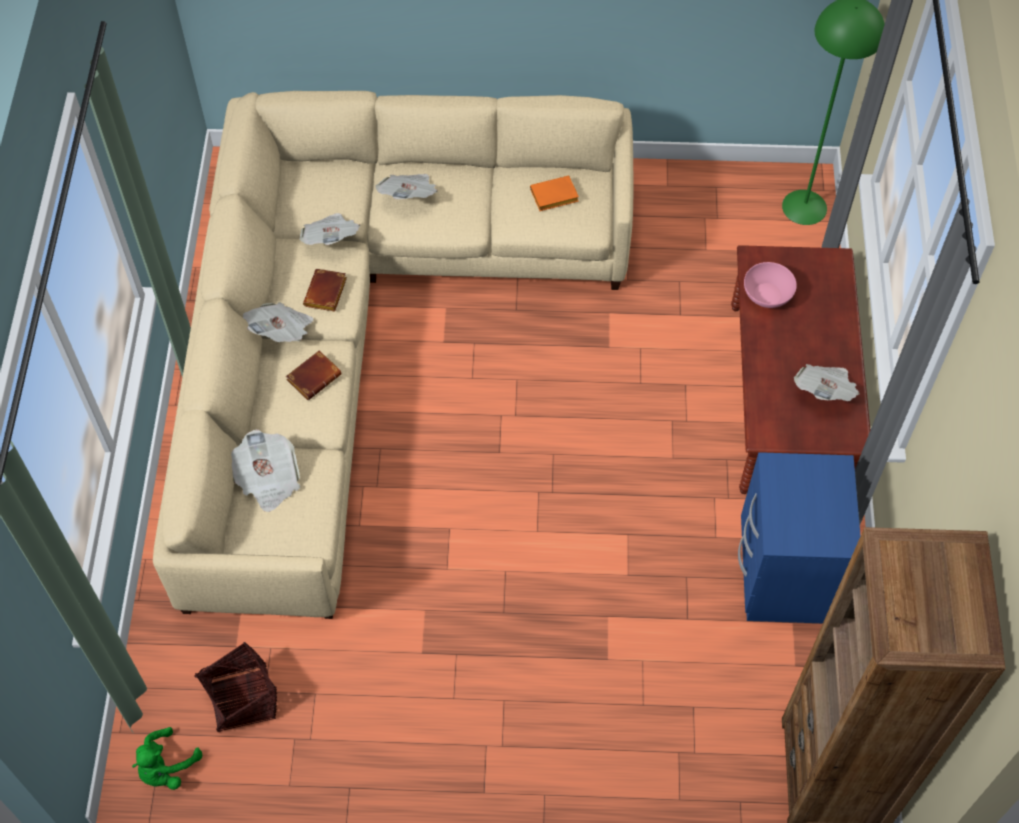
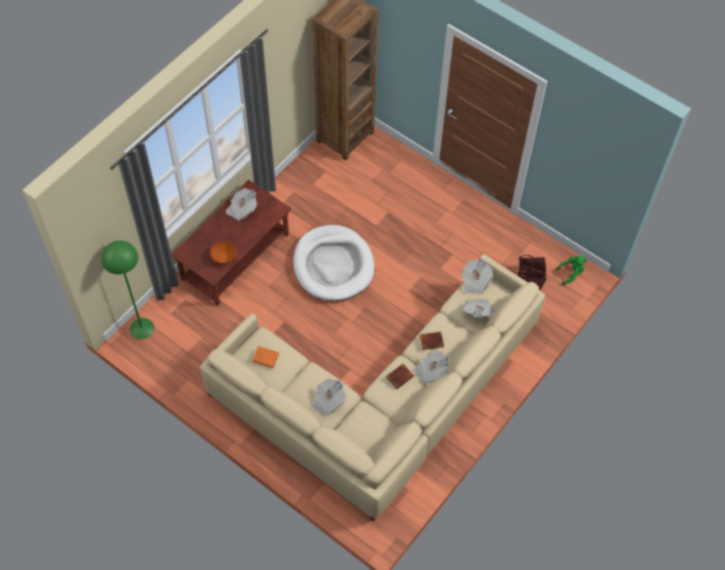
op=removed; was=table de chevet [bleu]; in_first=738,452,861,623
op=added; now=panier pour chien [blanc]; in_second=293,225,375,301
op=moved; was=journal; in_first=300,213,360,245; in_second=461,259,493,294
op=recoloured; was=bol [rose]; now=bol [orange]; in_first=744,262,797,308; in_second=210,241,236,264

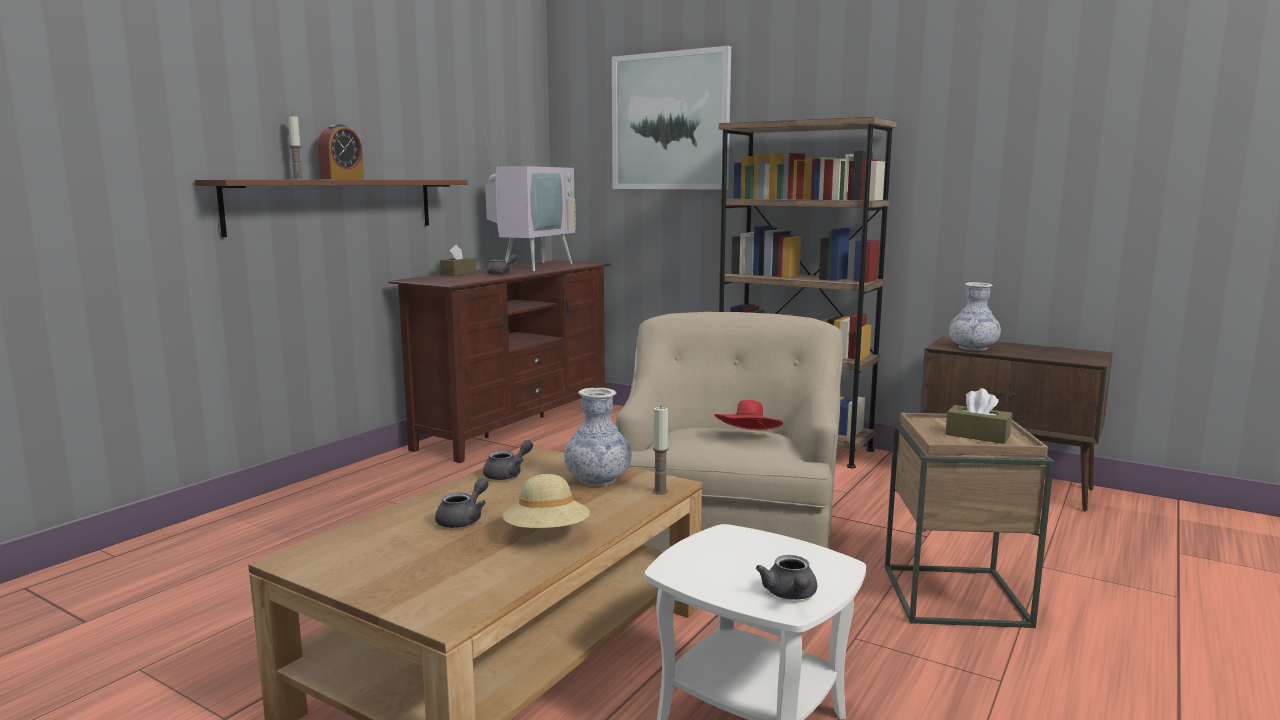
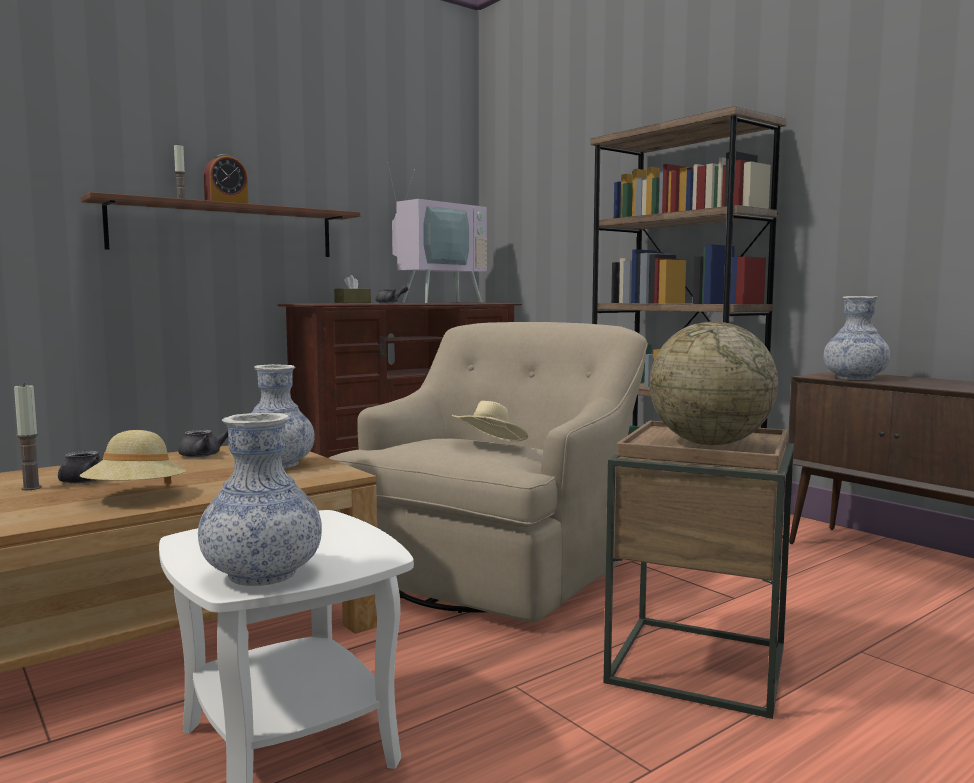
op=removed; was=tableau; in_first=612,46,731,190
op=moved; was=bougie; in_first=653,407,669,495; in_second=14,383,42,490
op=replaced; was=théière [gris]; now=vase; in_first=756,555,817,600; in_second=198,413,322,586
op=replaced; was=boîte à mouchoirs [marron]; now=globe; in_first=946,388,1012,444; in_second=649,321,778,445
op=recoloured; was=chapeau [rouge]; now=chapeau [beige]; in_first=715,400,783,430; in_second=452,401,528,442

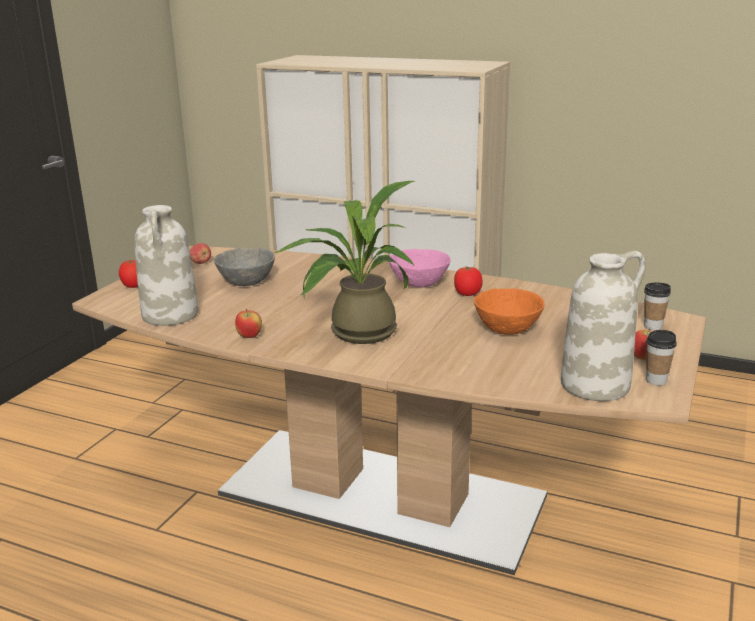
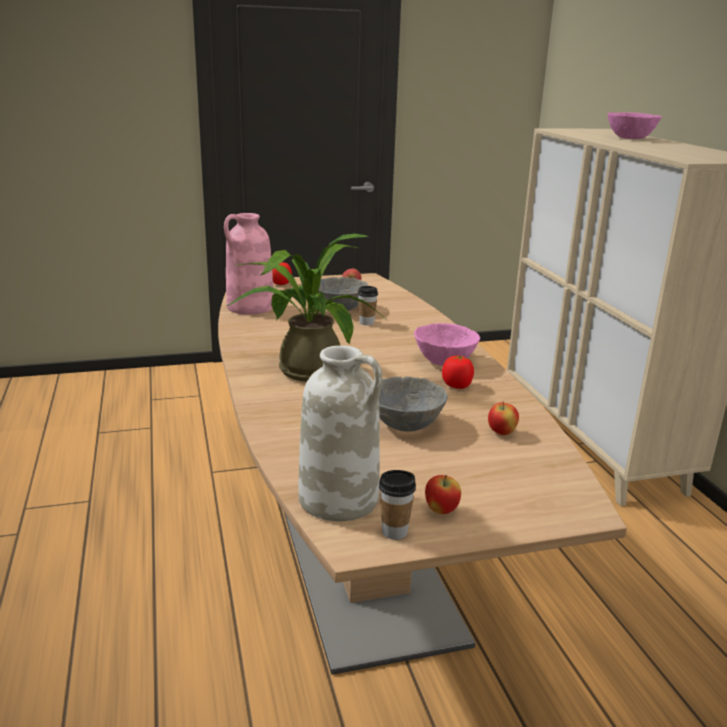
op=added; now=bol [rose]; in_second=607,112,662,139
op=moved; was=pomme; in_first=235,309,262,338; in_second=488,401,519,435
op=moved; was=tasse; in_first=644,283,671,330; in_second=357,286,378,325
op=recoloured; was=vase [blanc]; now=vase [rose]; in_first=134,205,198,326; in_second=224,213,274,315
op=recoloured; was=bol [orange]; now=bol [gris]; in_first=474,288,545,335; in_second=379,376,447,432

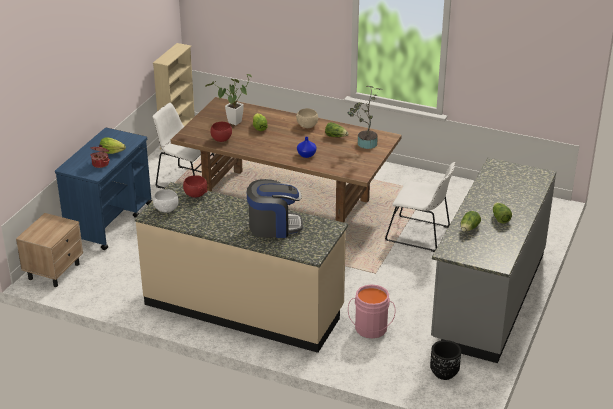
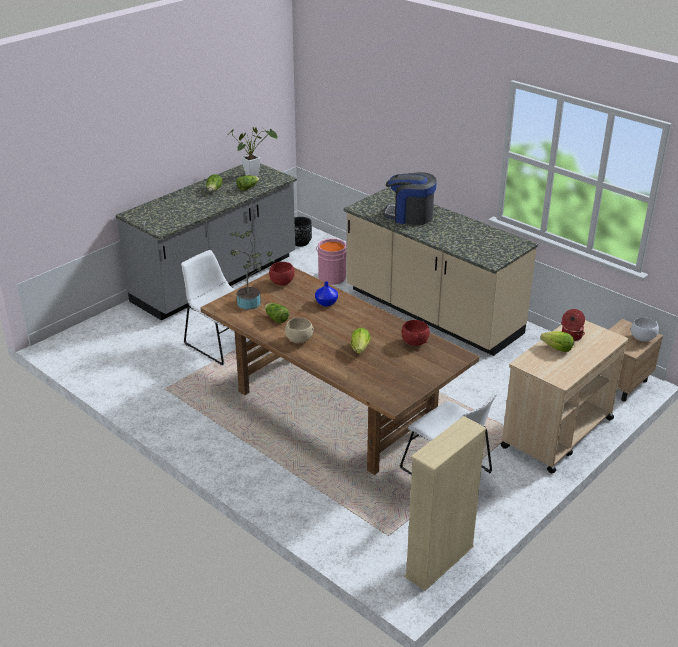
op=moved; was=bol [blanc]; in_first=153,189,178,212; in_second=631,317,659,342
op=moved; was=bol [rouge]; in_first=183,175,207,198; in_second=269,262,295,286
op=moved; was=plante en pot; in_first=205,74,252,125; in_second=227,127,277,176
op=recoloured; was=chariot [bleu]; now=chariot [beige]; in_first=55,128,152,250; in_second=501,320,628,473

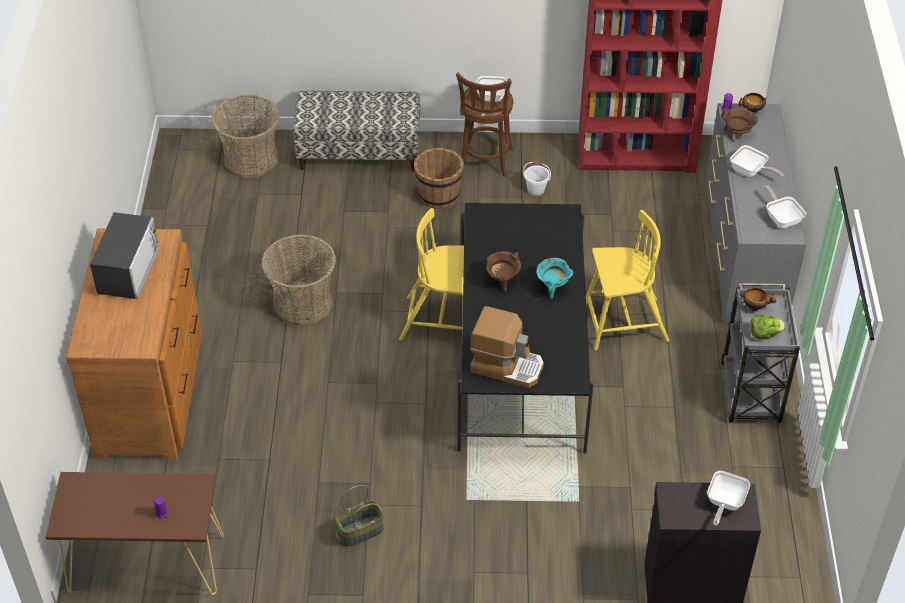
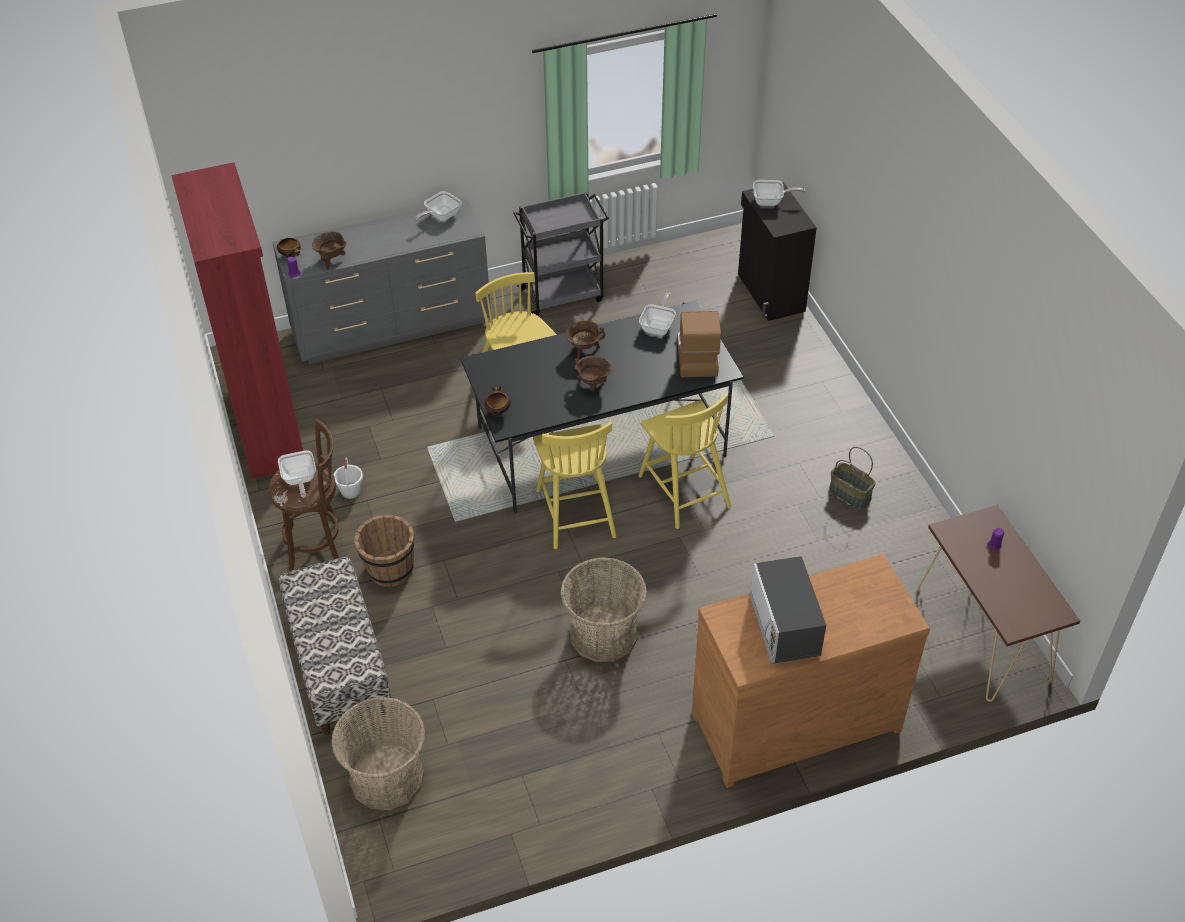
op=removed; was=laitue; in_first=750,315,785,339
op=added; now=chaise [jaune]; in_second=638,394,731,529
op=moved; was=poêle; in_first=730,145,783,177; in_second=639,292,676,336
op=moved; was=bol; in_first=741,288,776,311; in_second=485,386,511,417
op=recoloured; was=marmite [turquoise]; now=marmite [marron]; in_first=536,258,573,299; in_second=565,320,605,359
op=turned; was=micro-ondes; in_first=90,212,160,299; in_second=749,556,826,663; clockwise=-90

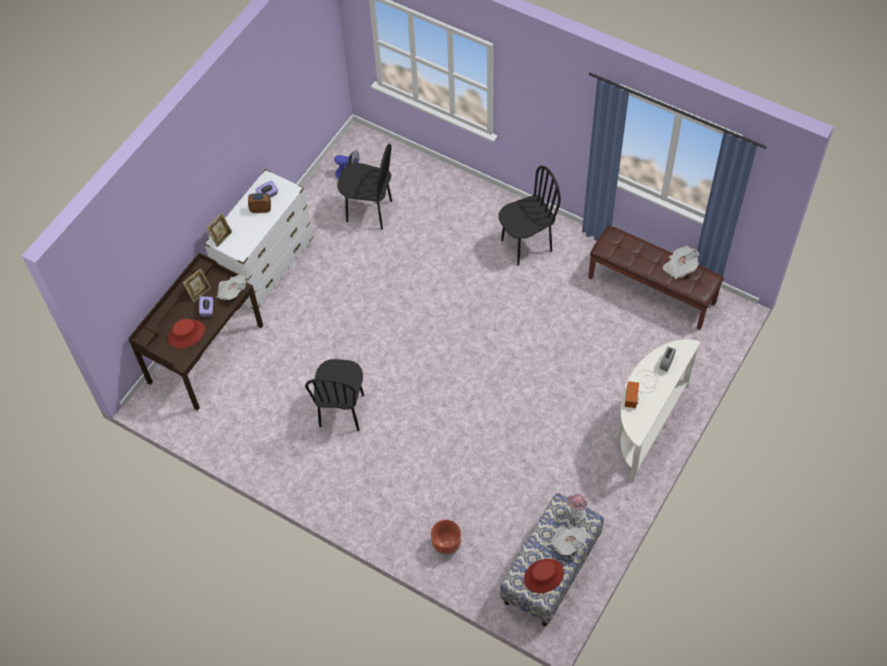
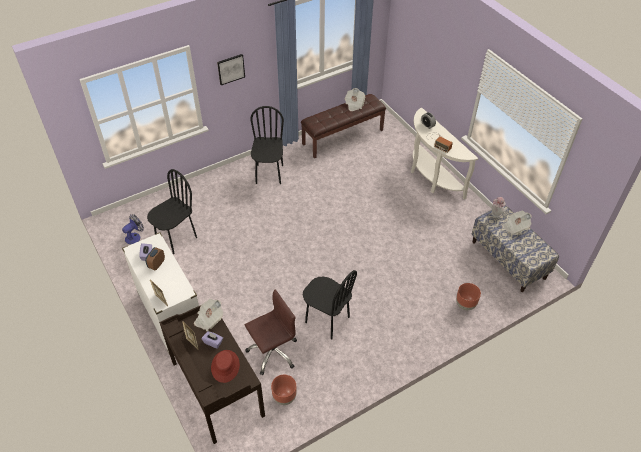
op=removed; was=chapeau [rouge]; in_first=524,559,564,593
op=added; now=tableau; in_second=217,54,245,85
op=added; now=chaise de bureau [marron]; in_second=245,289,297,375
op=added; now=cache-pot [marron]; in_second=271,375,296,405

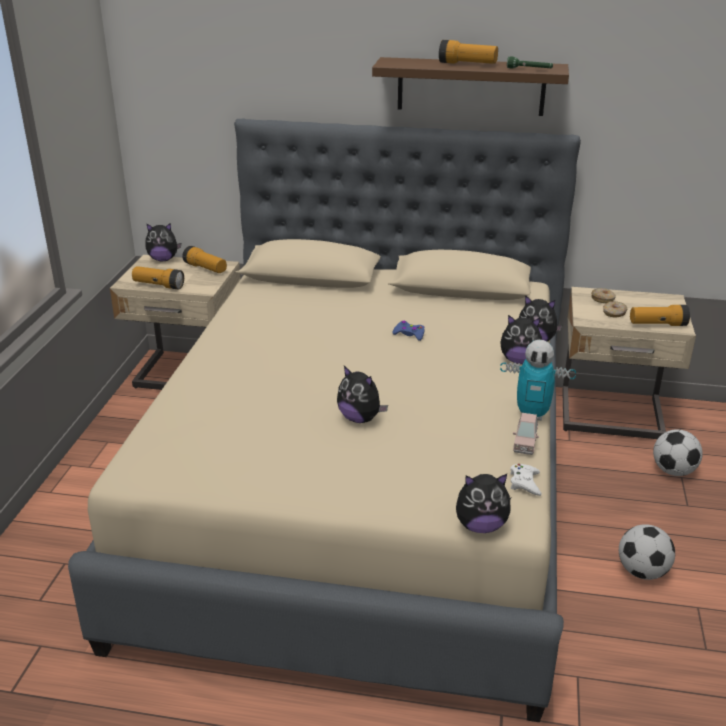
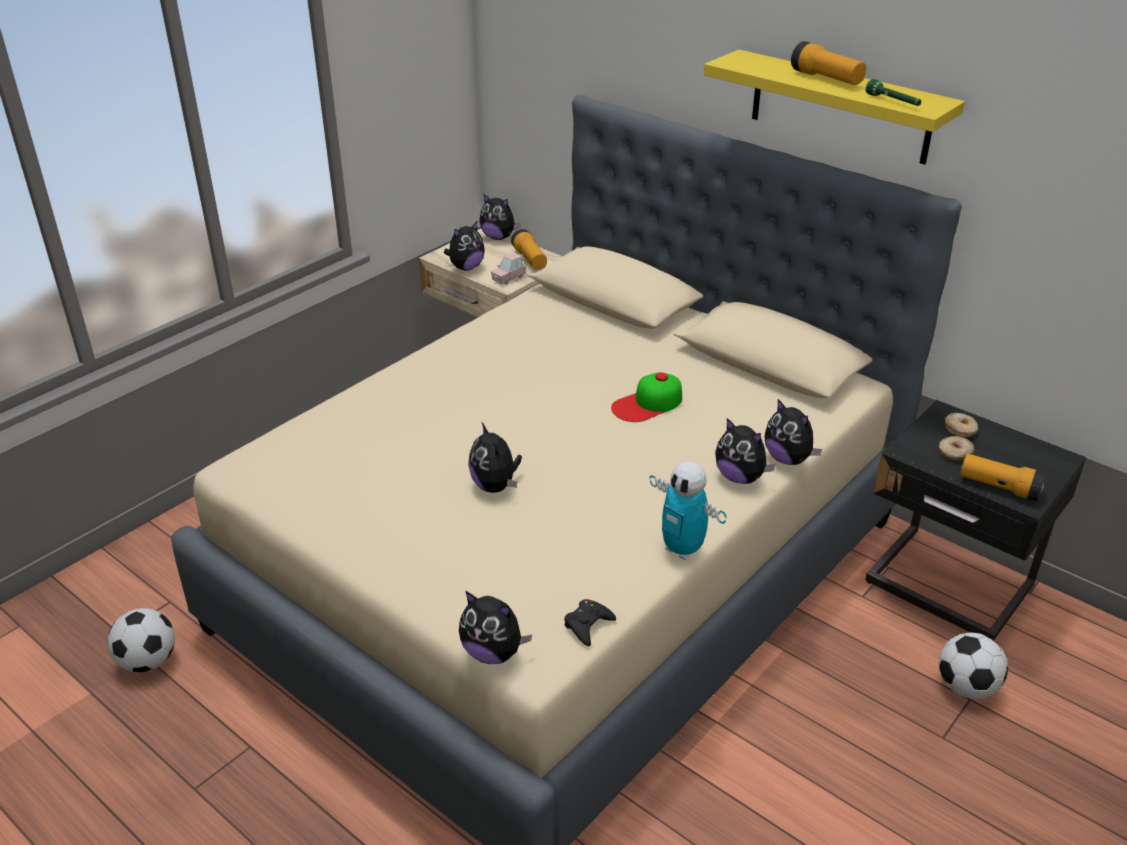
op=moved; was=petite voiture [rose]; in_first=513,413,539,455; in_second=491,253,526,285
op=moved; was=ballon de foot; in_first=619,524,675,580; in_second=108,608,175,672
op=replaced; was=lampe de poche; now=peluche; in_first=132,266,184,290; in_second=444,221,485,271
op=replaced; was=manette [bleu]; now=casquette; in_first=392,321,425,341; in_second=611,372,682,422
op=recoloured; was=étagère [marron]; now=étagère [jaune]; in_first=372,57,569,116; in_second=704,49,965,165
op=recoloured; was=manette [blanc]; now=manette [noir]; in_first=510,464,542,496; in_second=564,599,616,646
op=recoloured; was=table de chevet [beige]; now=table de chevet [noir]; in_first=562,287,696,439; in_second=865,400,1086,640

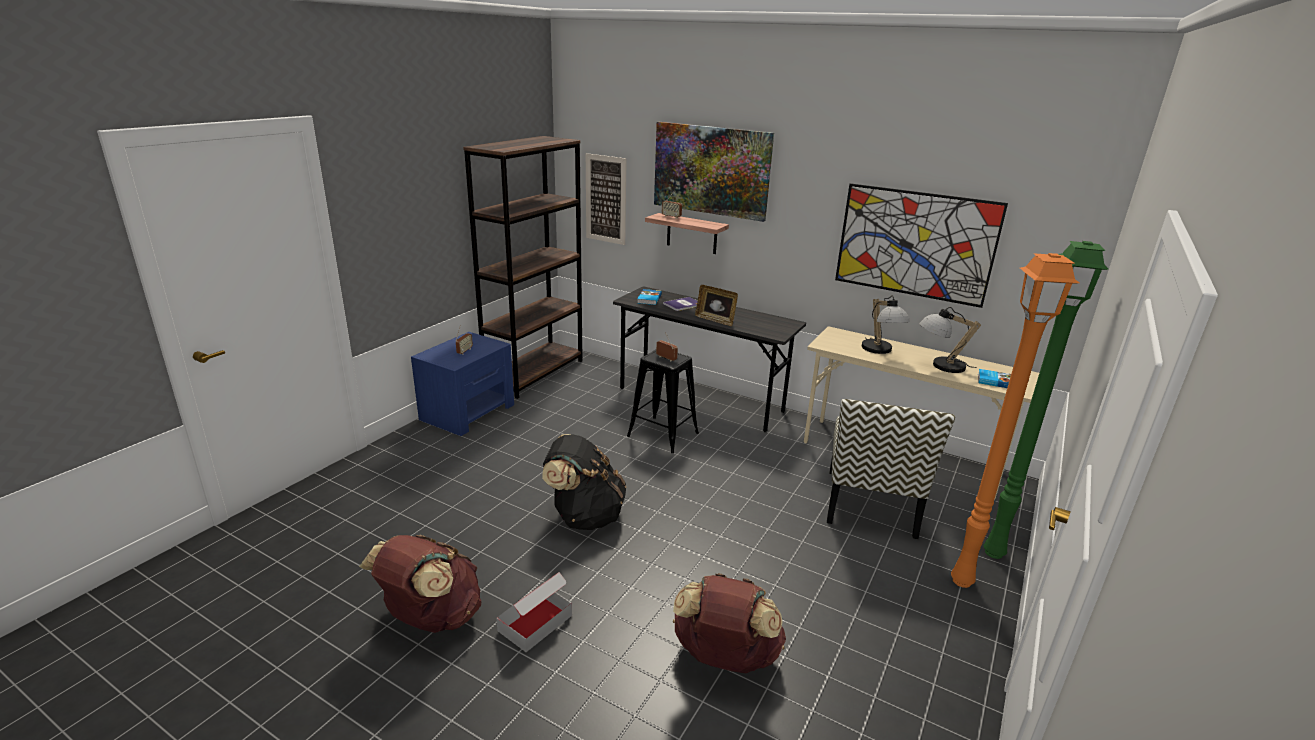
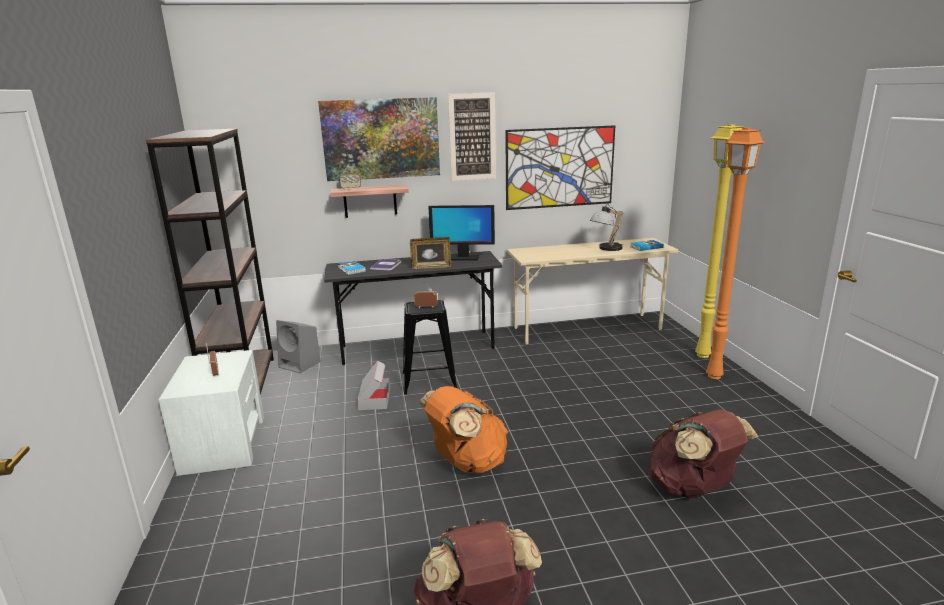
op=removed; was=chaise; in_first=827,399,955,539
op=removed; was=lampe de table; in_first=862,295,910,354
op=added; now=enceinte [gris]; in_second=276,320,321,373
op=added; now=écran d'ordinateur; in_second=428,205,495,260
op=moved; was=carton; in_first=496,572,572,652; in_second=357,361,390,410
op=moved; was=tableau; in_first=586,153,627,245; in_second=448,92,496,181
op=recoloured; was=table de chevet [bleu]; now=table de chevet [blanc]; in_first=411,332,514,436; in_second=158,350,264,476
op=recoloured; was=sac à dos [noir]; now=sac à dos [orange]; in_first=542,434,627,530; in_second=419,386,508,473
op=recoloured; was=lampadaire [vert]; now=lampadaire [jaune]; in_first=983,241,1109,559; in_second=695,124,743,358

